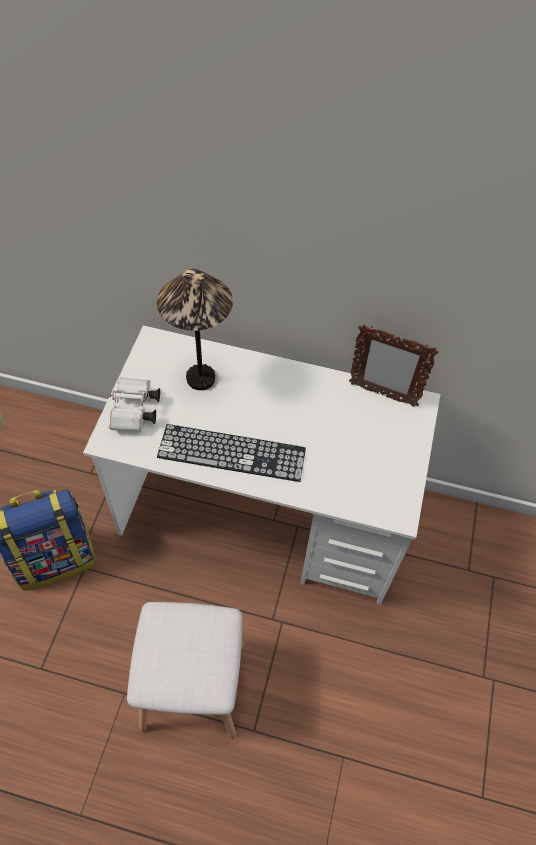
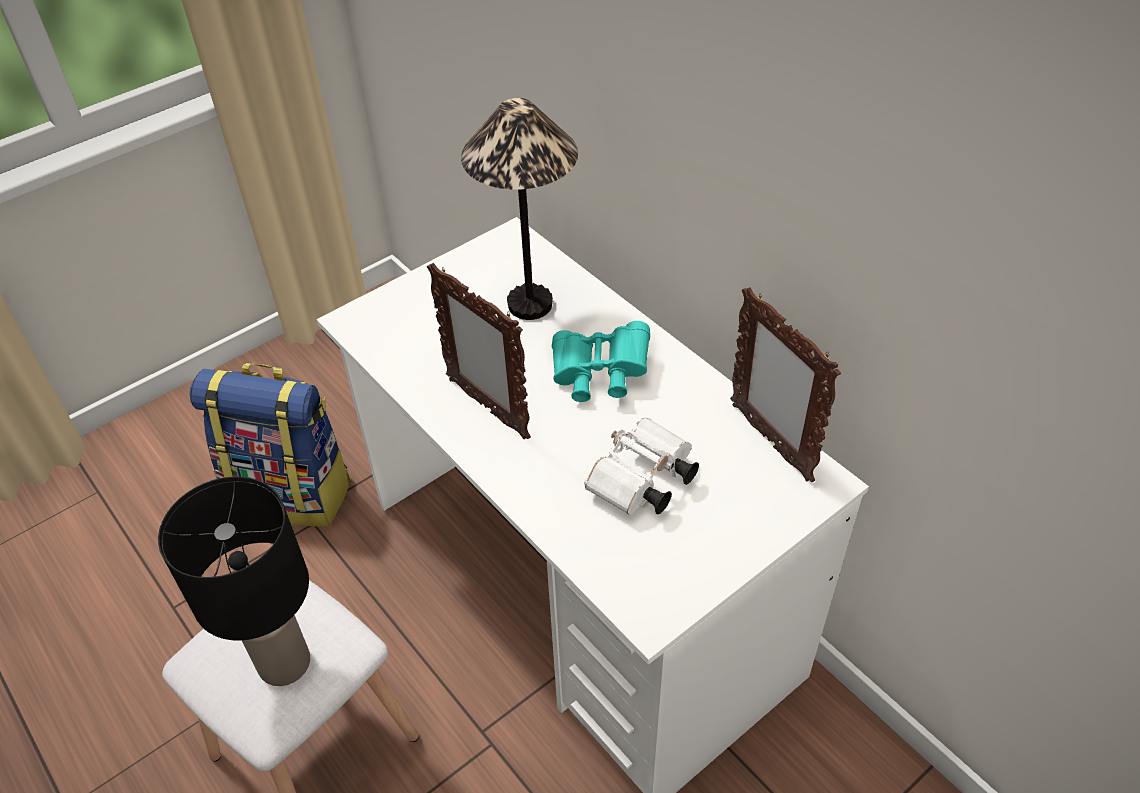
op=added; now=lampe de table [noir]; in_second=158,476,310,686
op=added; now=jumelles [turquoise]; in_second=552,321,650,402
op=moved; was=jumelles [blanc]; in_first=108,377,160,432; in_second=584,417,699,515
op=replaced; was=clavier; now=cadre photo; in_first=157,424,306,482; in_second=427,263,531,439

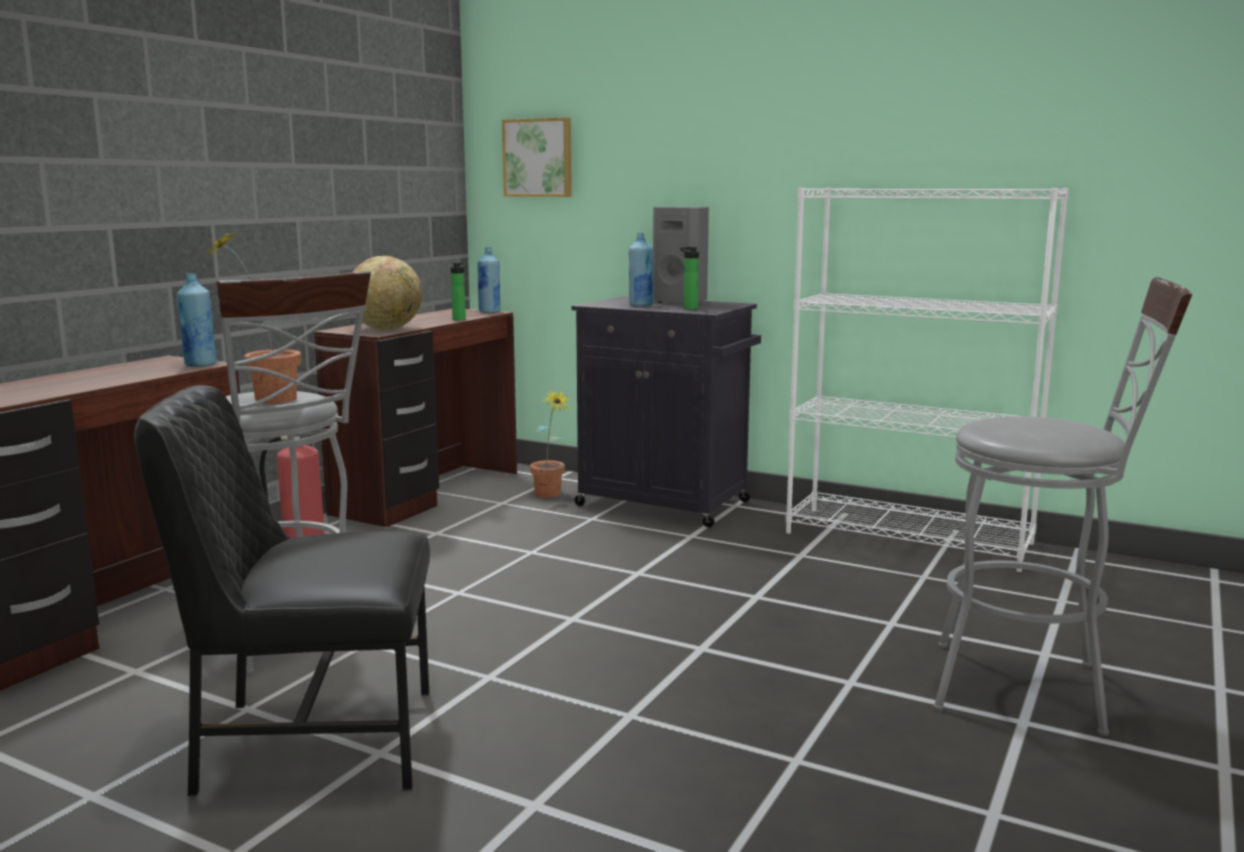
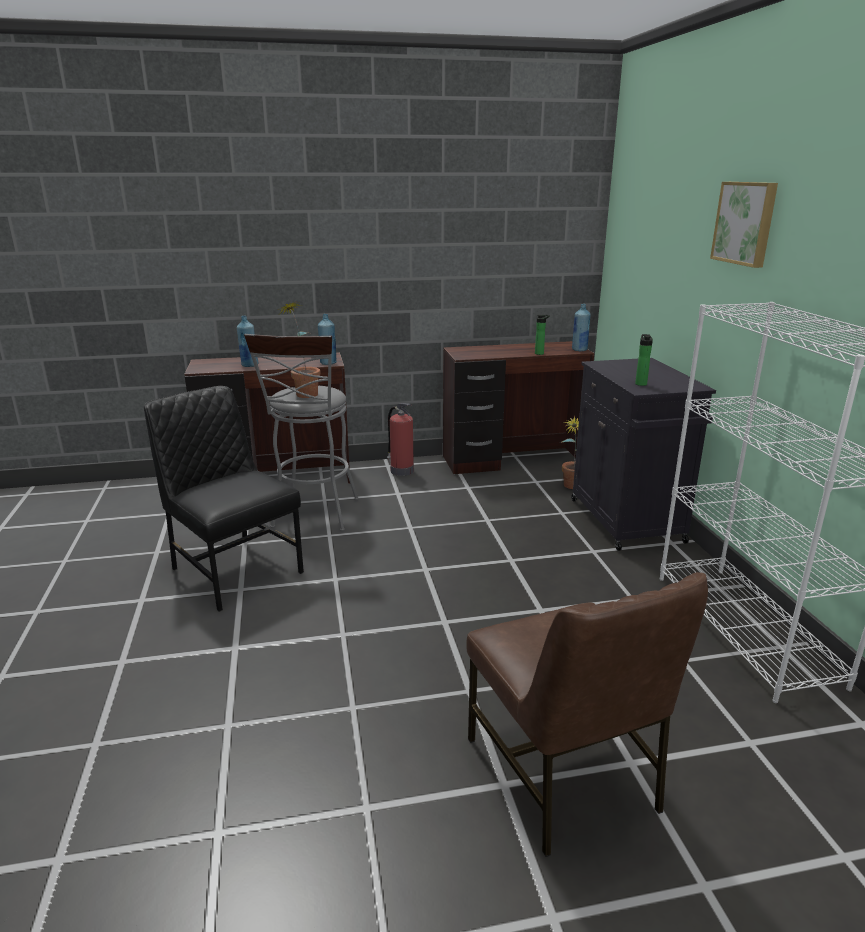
op=removed; was=globe; in_first=352,256,422,330
op=removed; was=enceinte [gris]; in_first=653,207,709,303
op=moved; was=tableau; in_first=502,117,572,197; in_second=710,182,778,268
op=moved; was=bouteille [bleu]; in_first=629,233,653,306; in_second=237,316,258,367
op=replaced; was=tabouret [gris]; now=chaise [marron]; in_first=933,277,1192,736; in_second=466,572,708,857

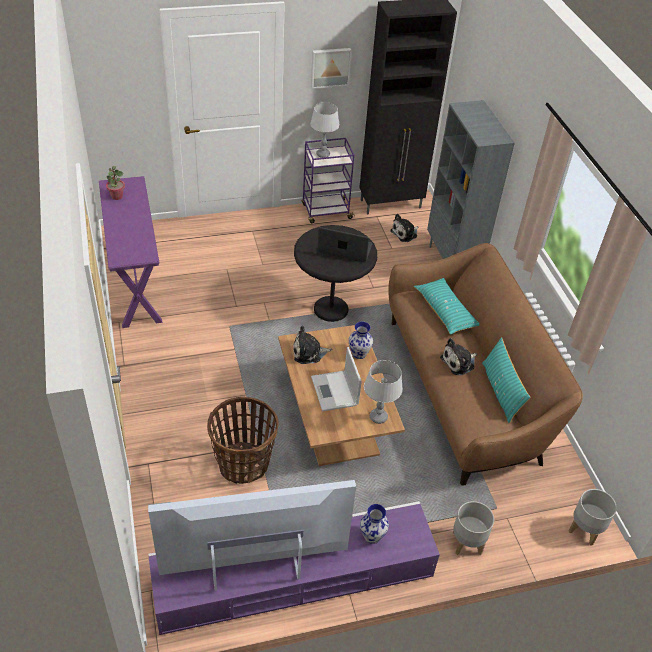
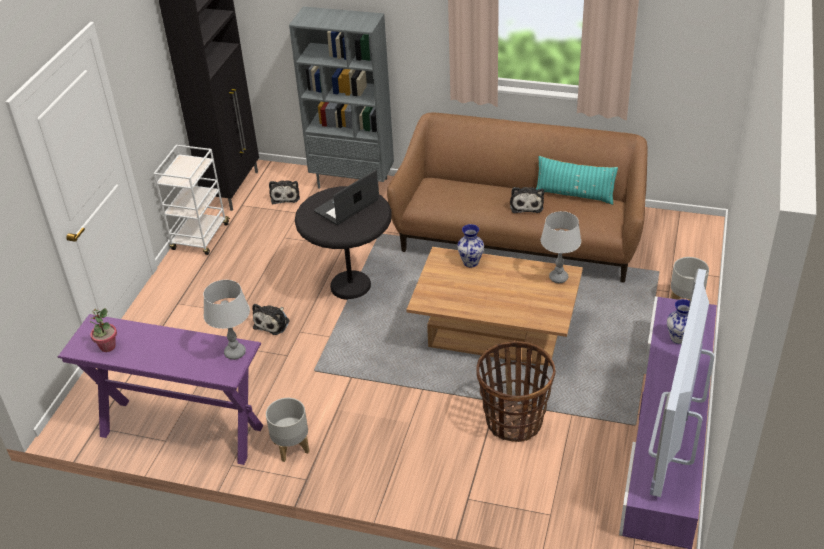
op=removed; was=tableau; in_first=311,48,352,89
op=removed; was=ordinateur portable; in_first=311,347,362,411
op=removed; was=coussin [turquoise]; in_first=414,278,479,335
op=moved; was=peluche; in_first=293,326,332,364; in_second=252,304,290,335
op=moved; was=lampe de table [gris]; in_first=310,102,340,158; in_second=203,280,250,360
op=moved; was=cache-pot [gris]; in_first=569,489,617,546; in_second=266,398,309,462
op=recoloured; was=chariot [violet]; now=chariot [blanc]; in_first=302,138,355,223; in_second=153,145,230,255

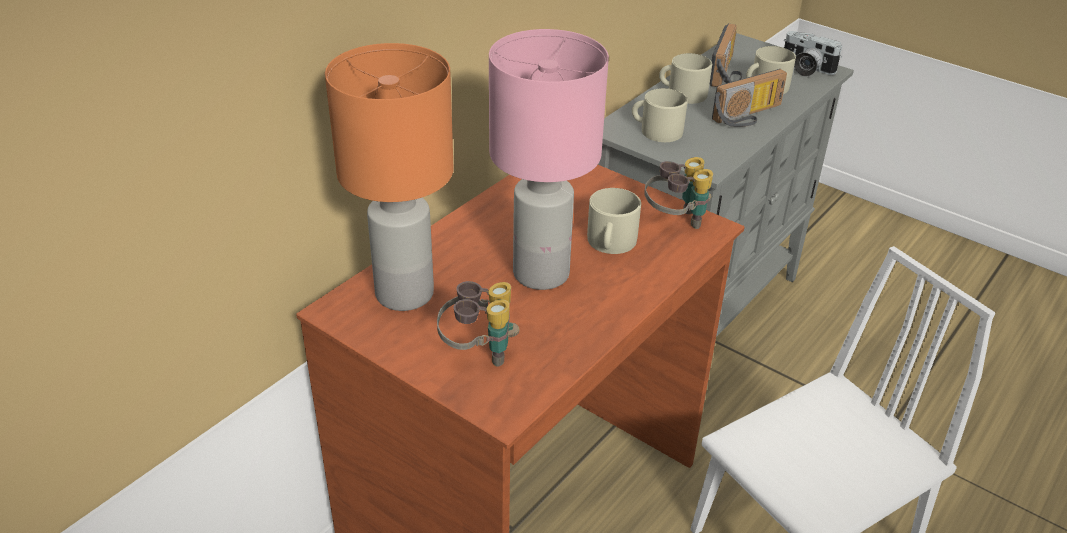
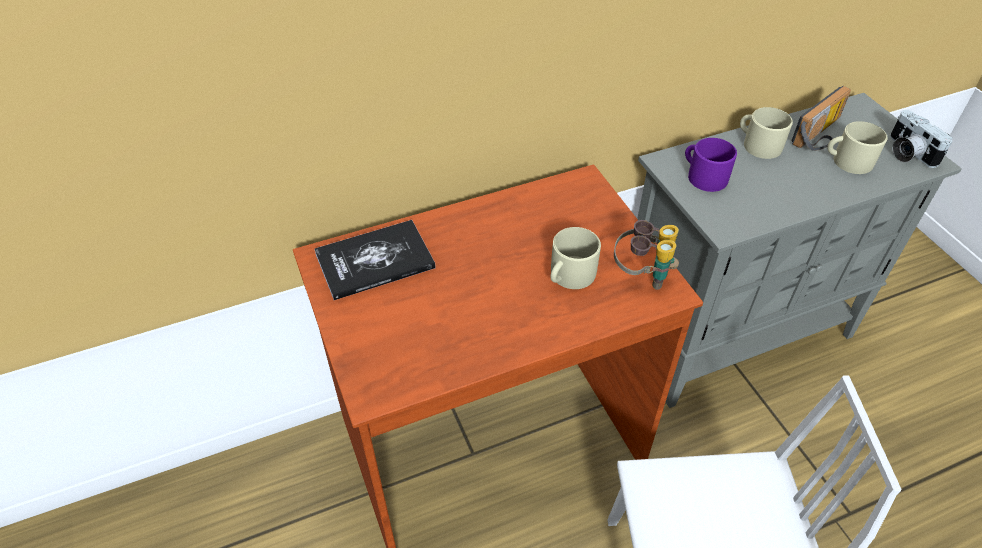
op=removed; was=jumelles; in_first=437,281,519,366
op=removed; was=lampe de table [rose]; in_first=489,29,609,290
op=removed; was=radio; in_first=712,69,787,127
op=replaced; was=lampe de table [orange]; now=livre; in_first=325,43,453,311; in_second=315,220,436,300
op=recoloured; was=mug [beige]; now=mug [violet]; in_first=632,88,688,142; in_second=685,138,737,192

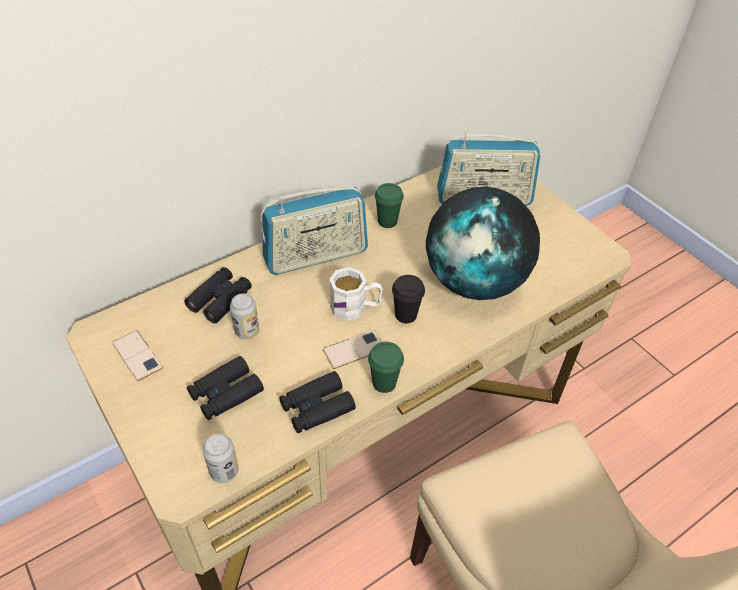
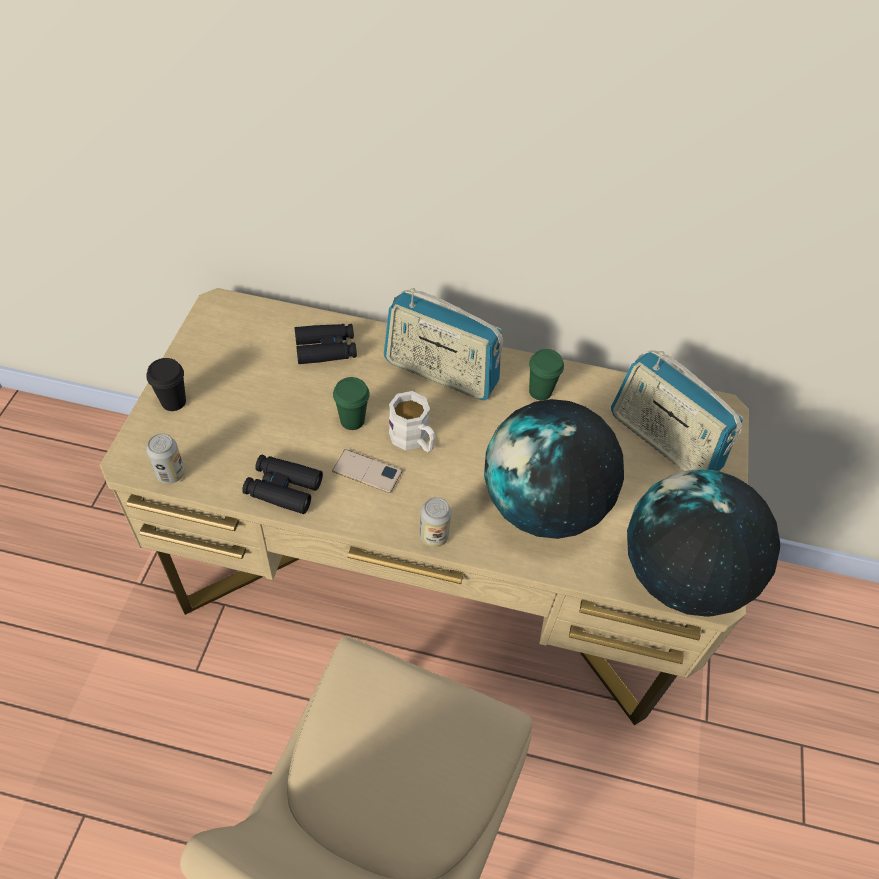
op=removed; was=téléphone; in_first=112,330,163,381
op=removed; was=jumelles [noir]; in_first=187,356,264,420
op=added; now=globe; in_second=627,469,780,617
op=moved; was=boîte métallique; in_first=230,293,259,339; in_second=420,497,451,547
op=moved; was=tasse [vert]; in_first=368,342,404,393; in_second=333,377,370,430
op=moved; was=tasse [noir]; in_first=392,275,425,323; in_second=146,358,186,411

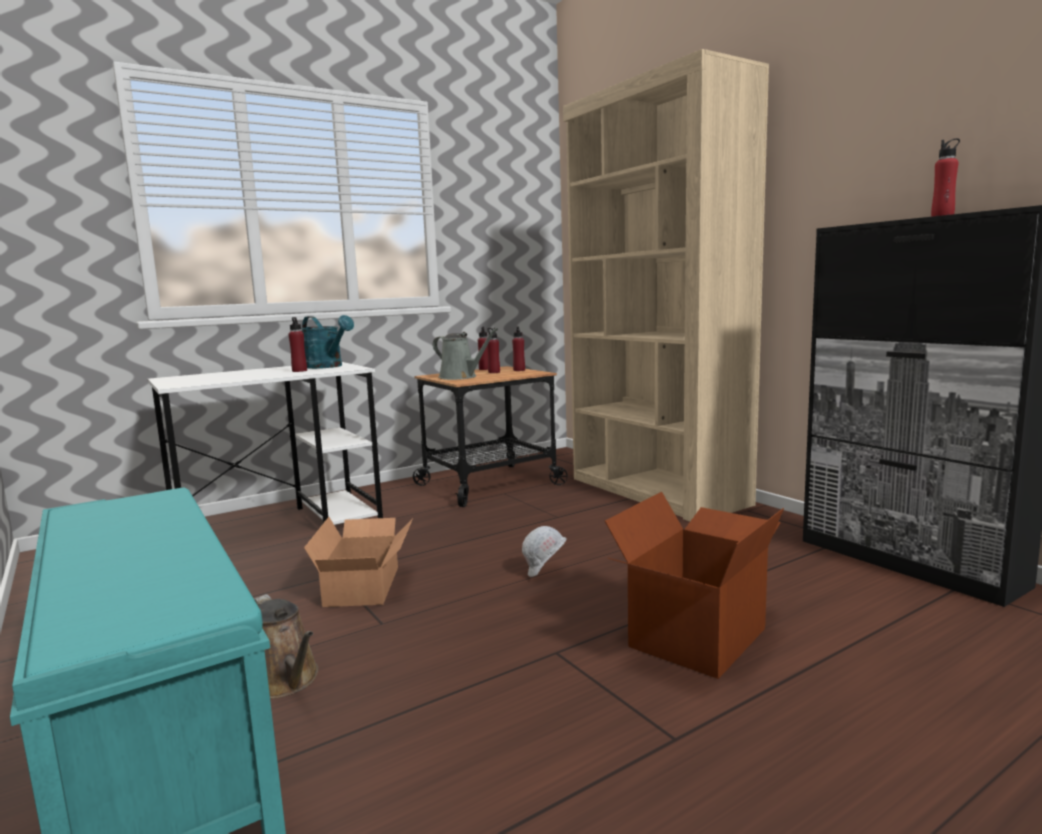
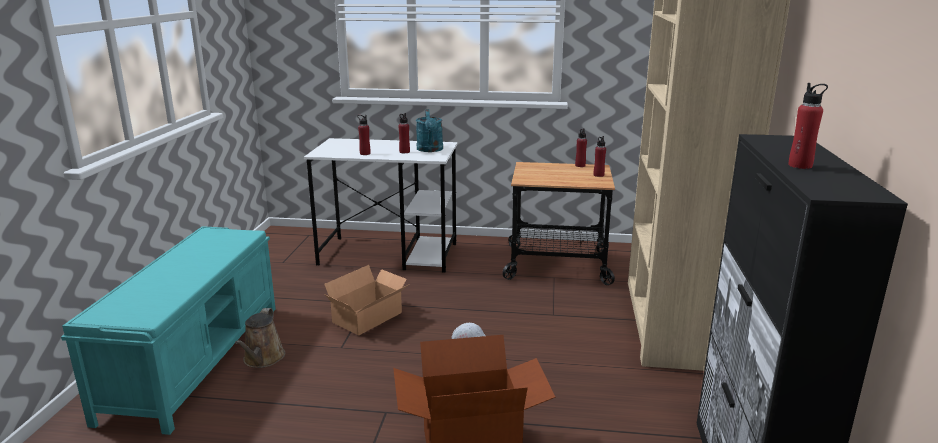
op=removed; was=arrosoir [gris]; in_first=433,328,498,380
op=moved; was=bouteille [rouge]; in_first=487,328,500,373; in_second=357,115,371,155

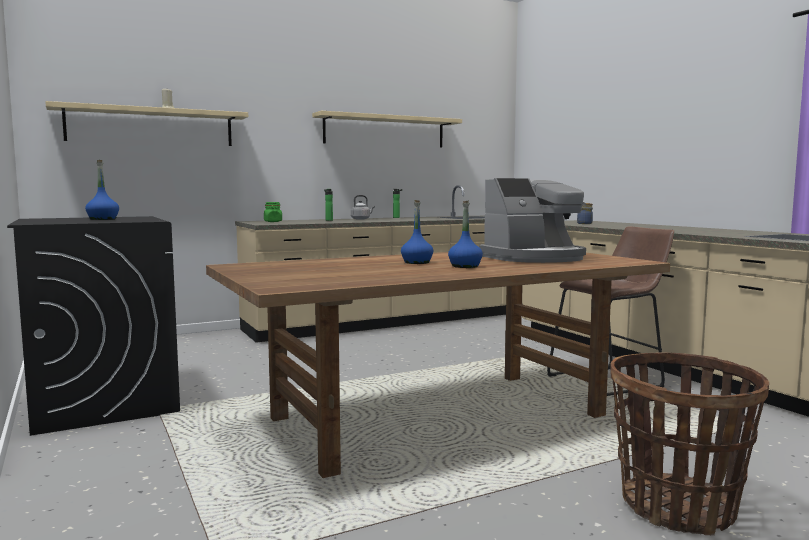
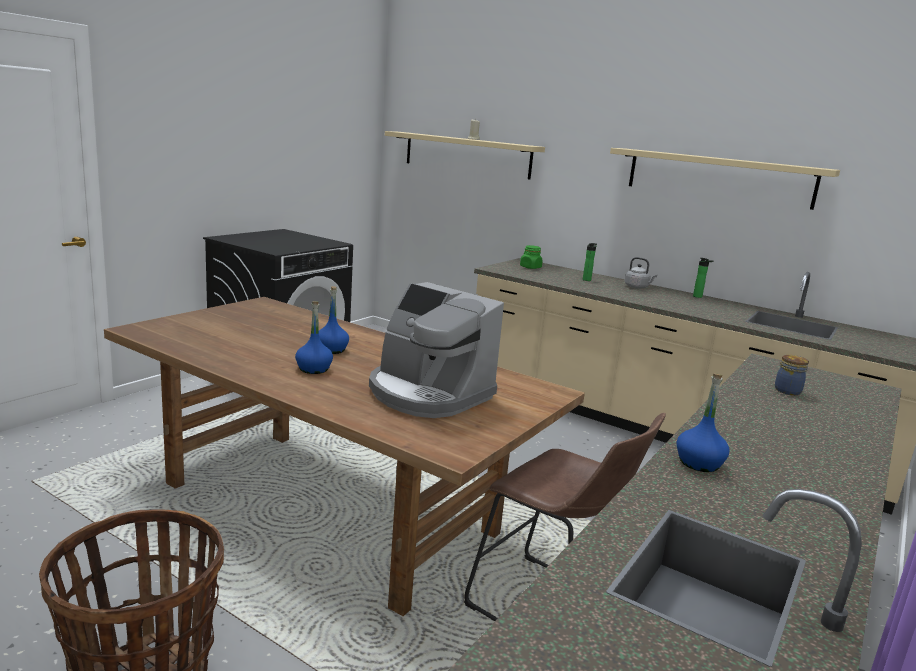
op=moved; was=bouteille [bleu]; in_first=85,160,119,220; in_second=676,373,730,472

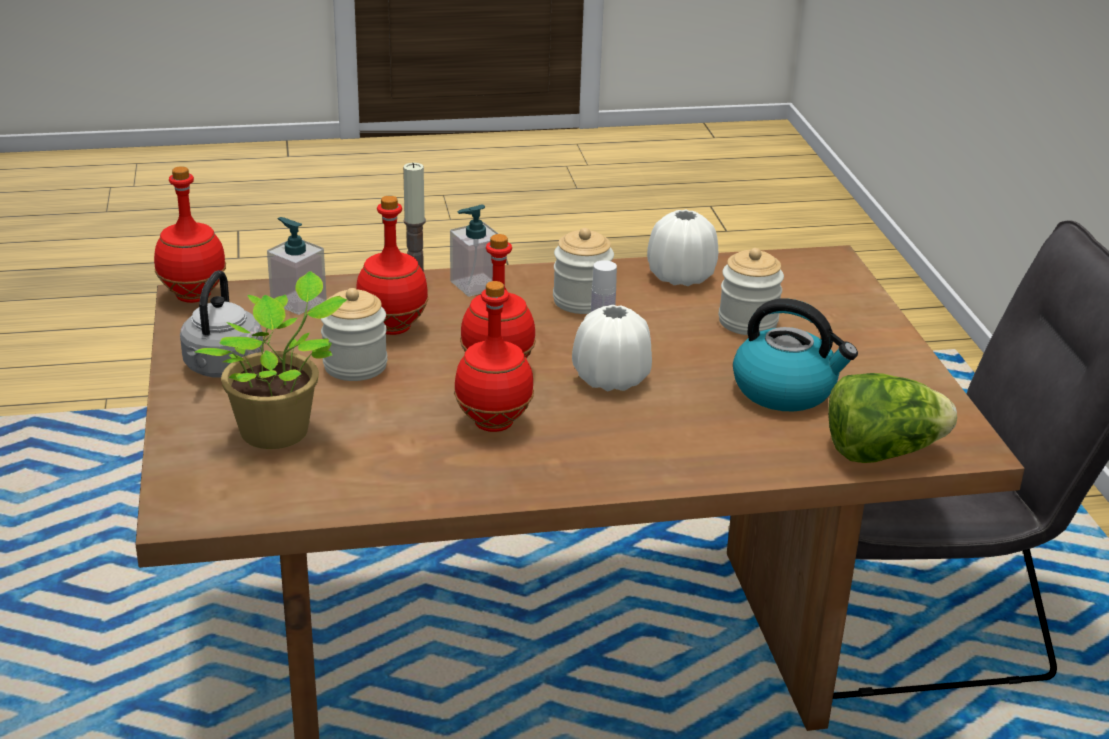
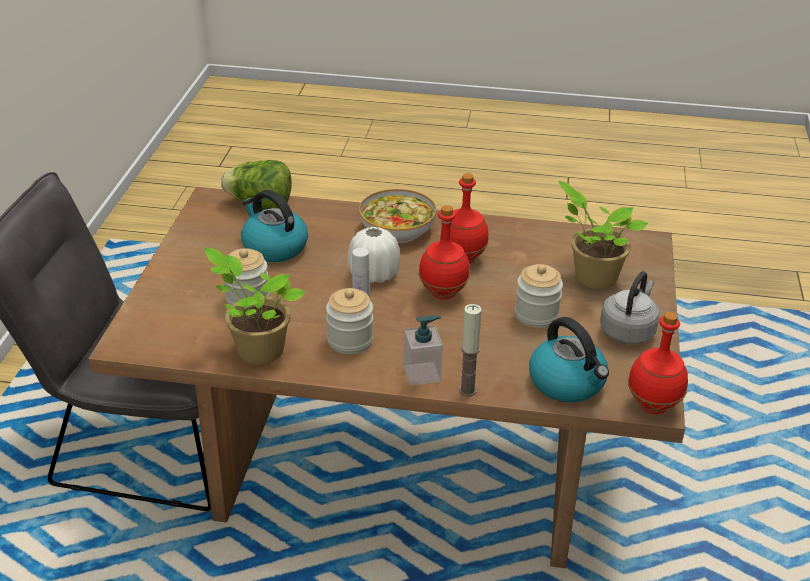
op=removed; was=bouteille [rouge]; in_first=356,196,428,335
op=added; now=bol; in_second=359,189,436,243
op=replaced; was=distributeur de savon; now=bouilloire; in_first=267,217,327,315; in_second=529,317,609,403
op=replaced; was=vase [blanc]; now=plante en pot; in_first=647,210,718,286; in_second=204,248,305,365

